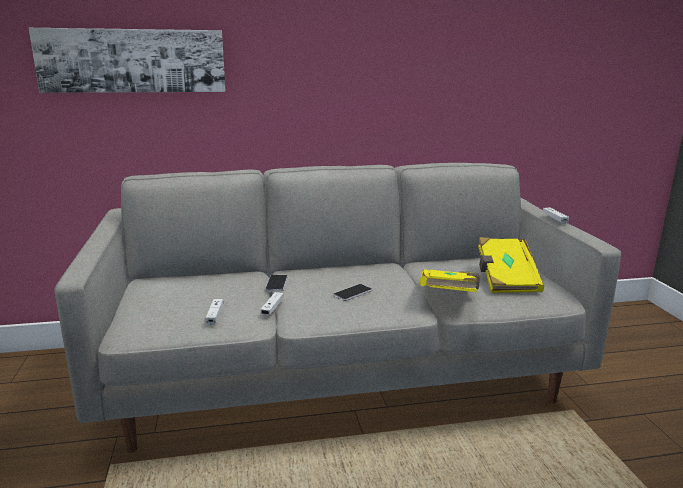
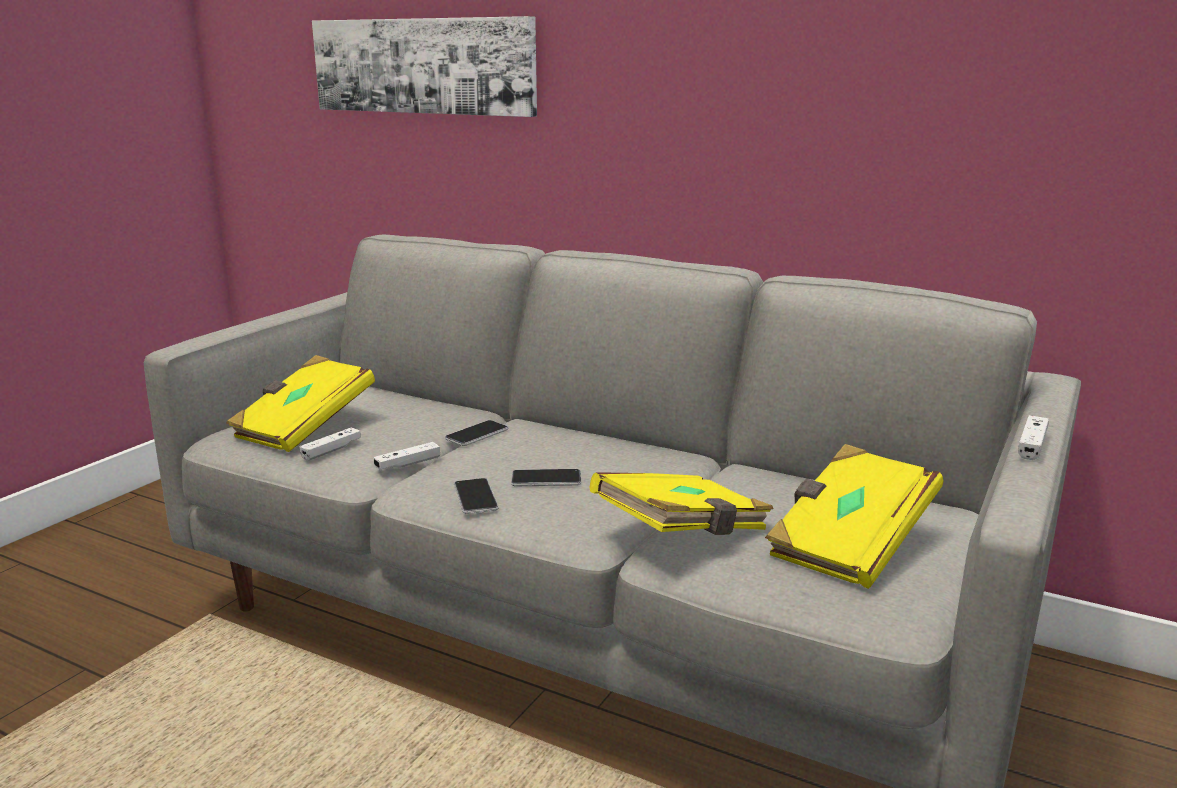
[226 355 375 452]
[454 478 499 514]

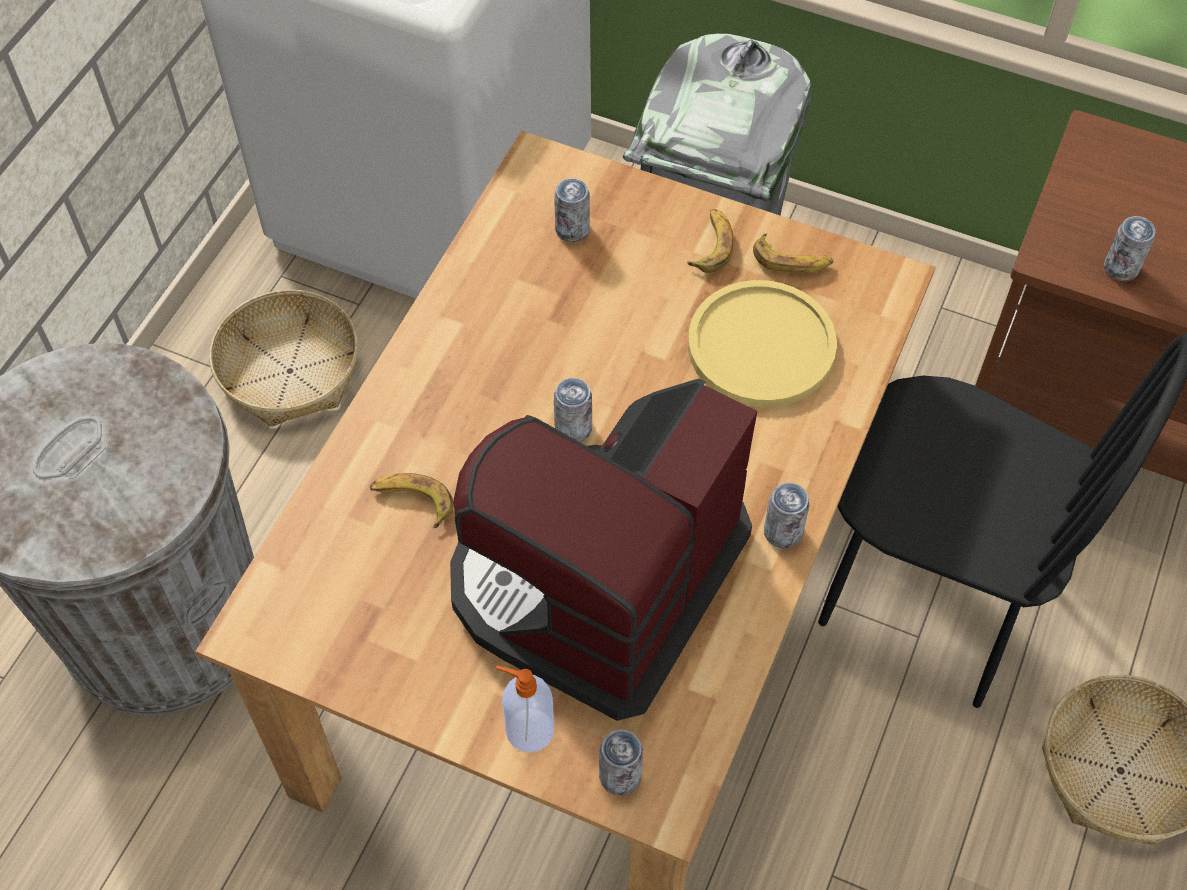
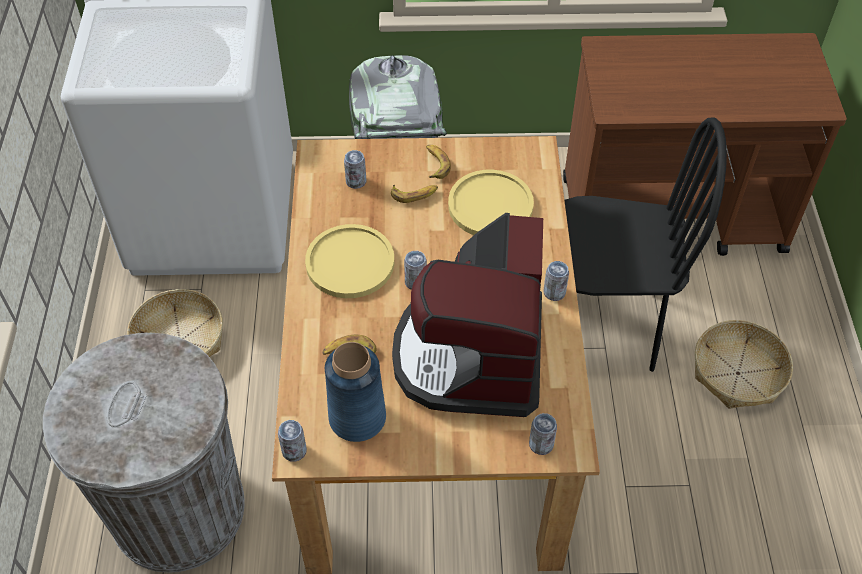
[496 666 554 752] (first image)
[305 224 394 298]
[325 342 386 442]
[391 184 438 203]
[278 420 307 462]

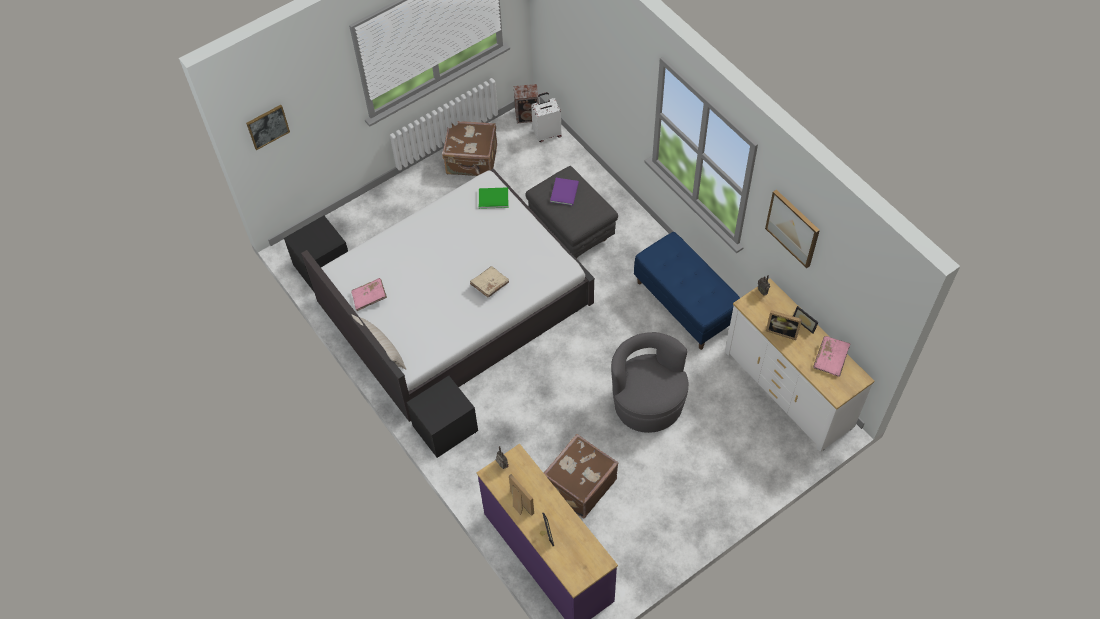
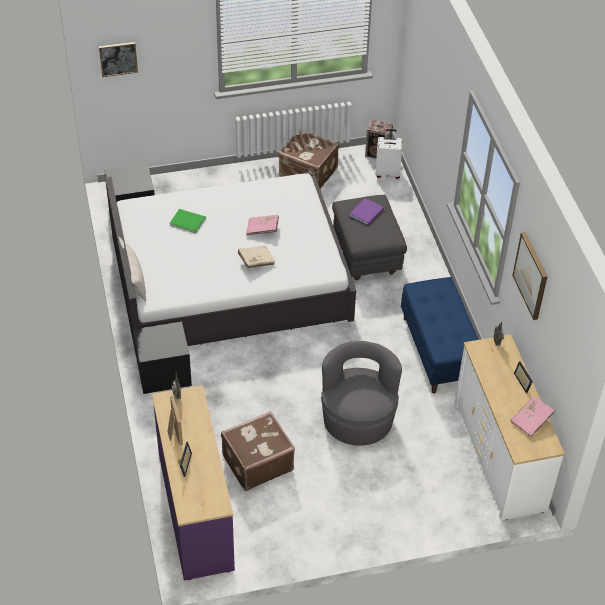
[766 310 802 340] (first image)
[246 215 279 236]
[169 209 206 233]

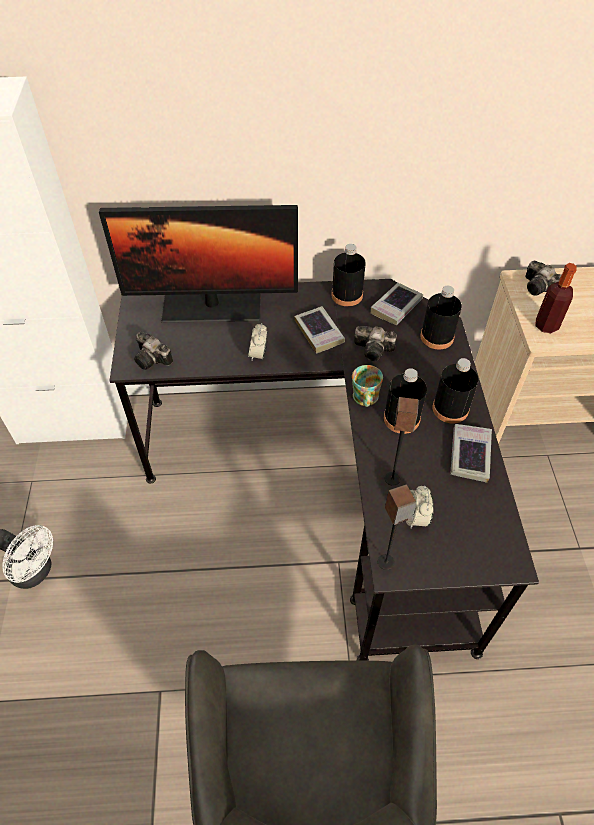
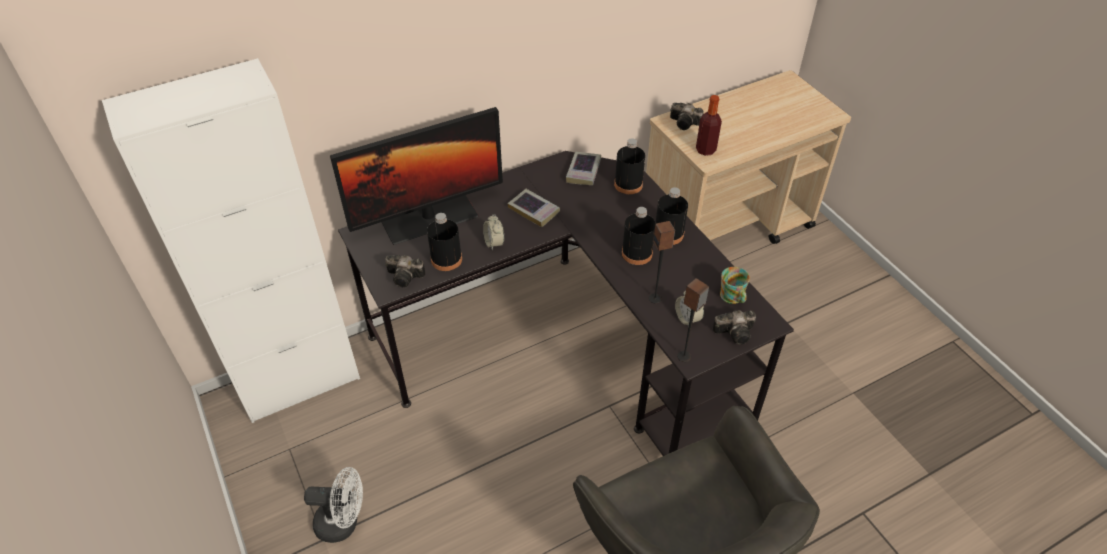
[450 424 492 483] (first image)
[427 213 462 271]
[720 267 750 304]
[713 310 756 345]

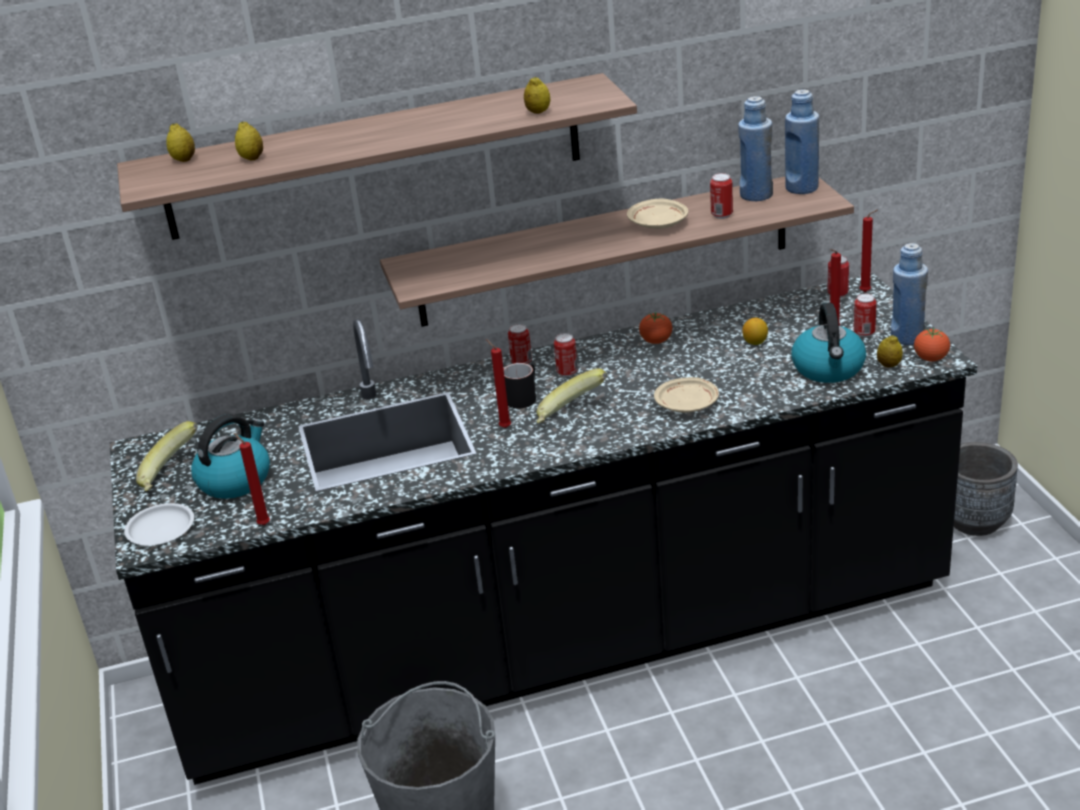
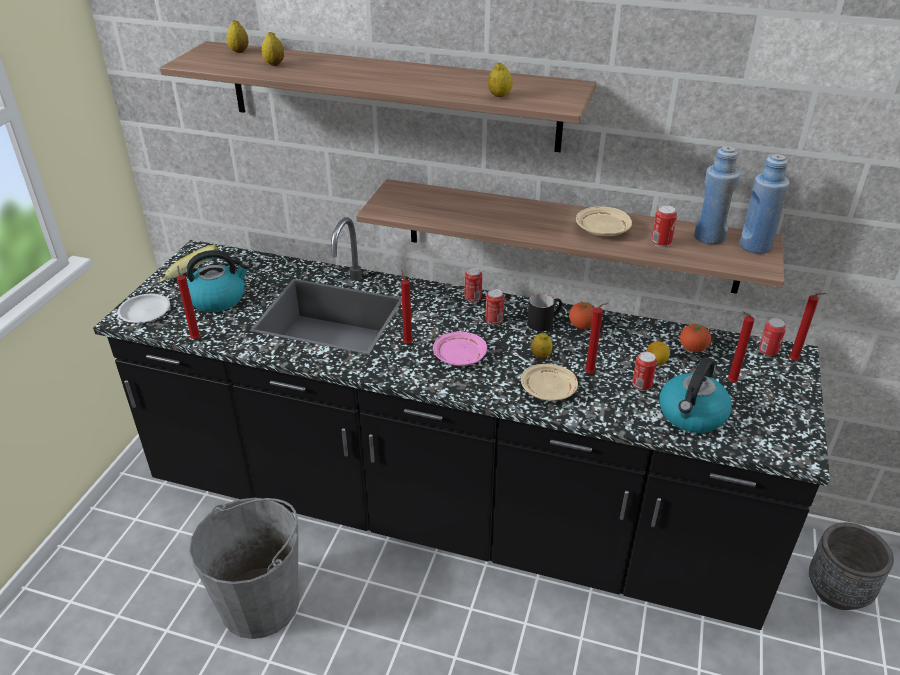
[891 243 928 345] (first image)
[585 303 608 374]
[527 293 562 331]
[632 351 657 391]
[531 333 553 359]
[680 323 711 352]
[433 331 487 366]

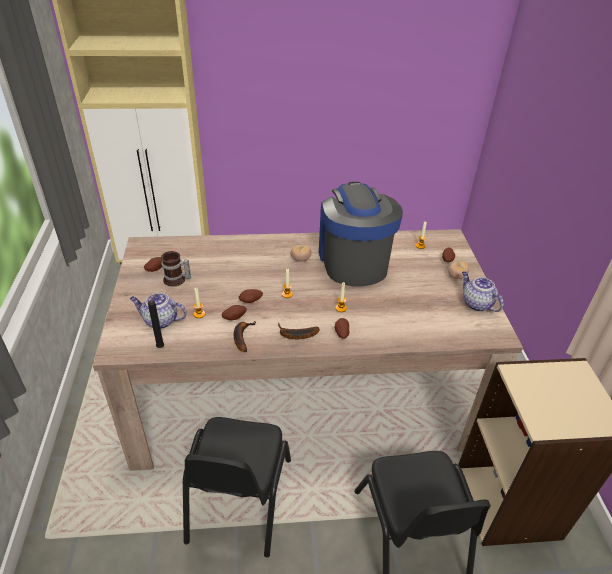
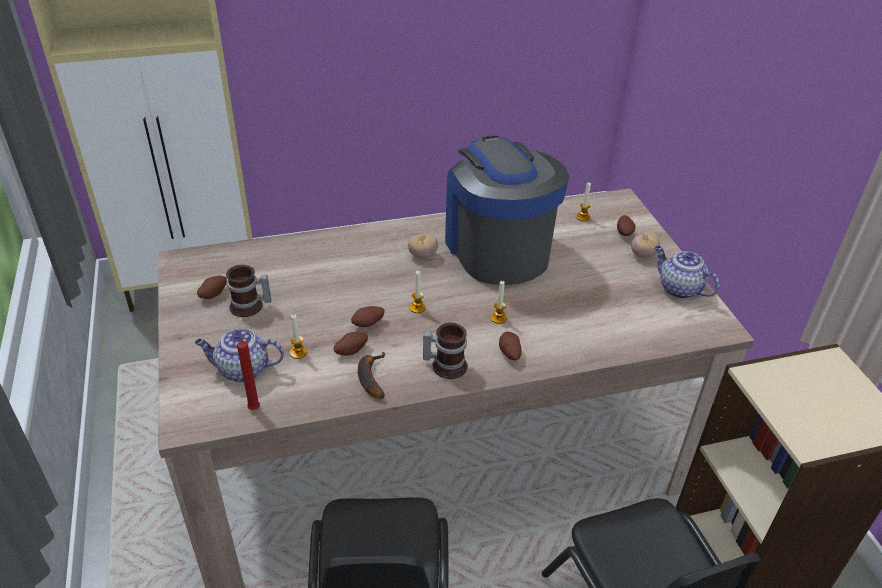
[423 323 468 379]
[237 330 260 410]

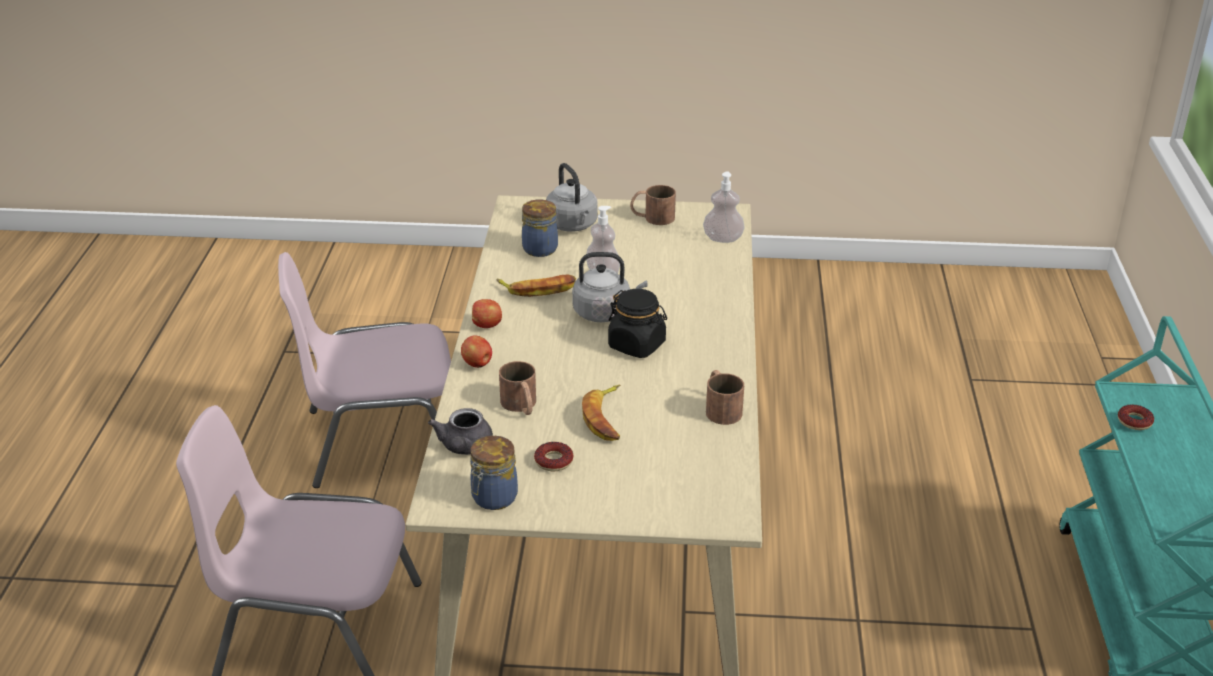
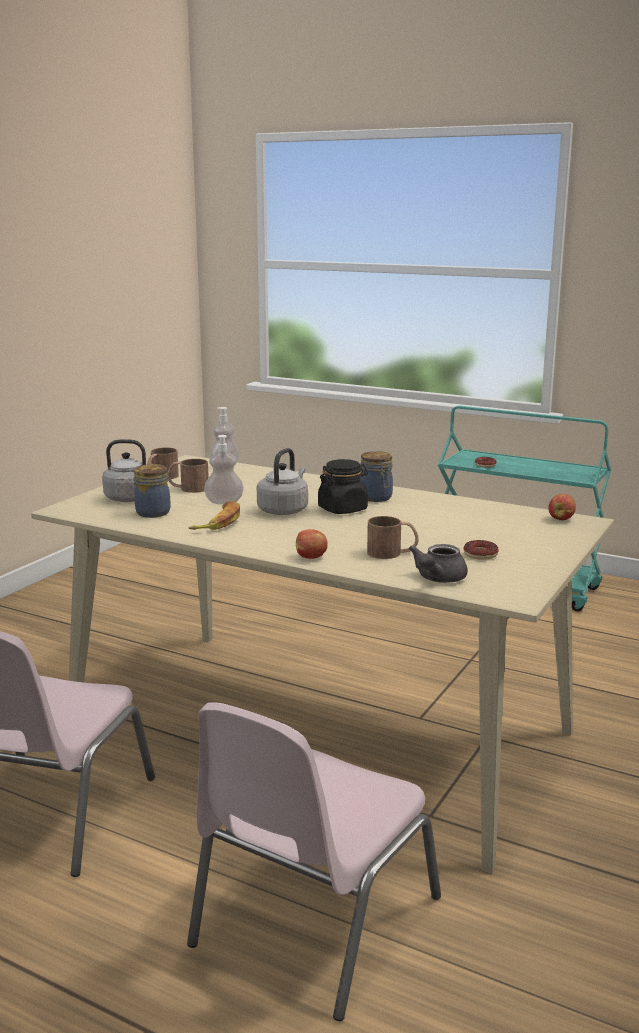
[582 385 620 441] (first image)
[360 451 393 502]
[548 494 576 521]
[167 459 209 493]
[409 544 468 583]

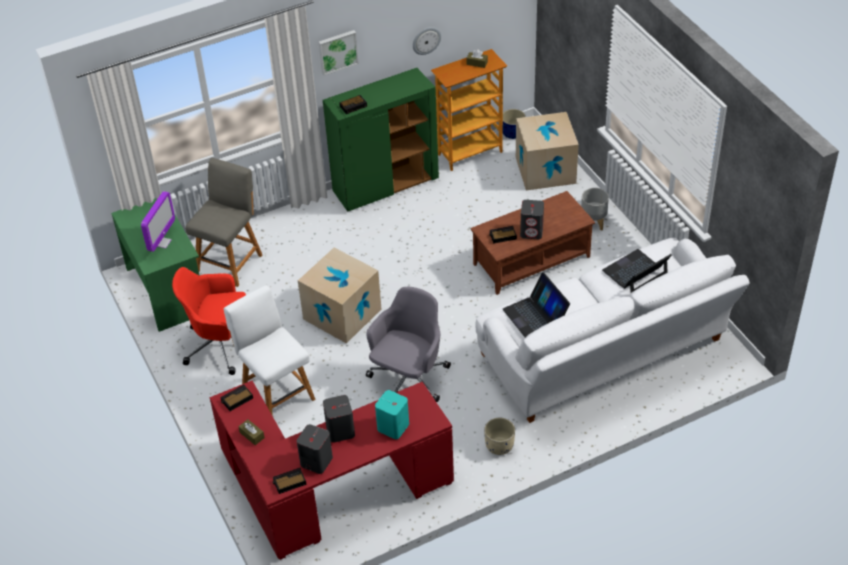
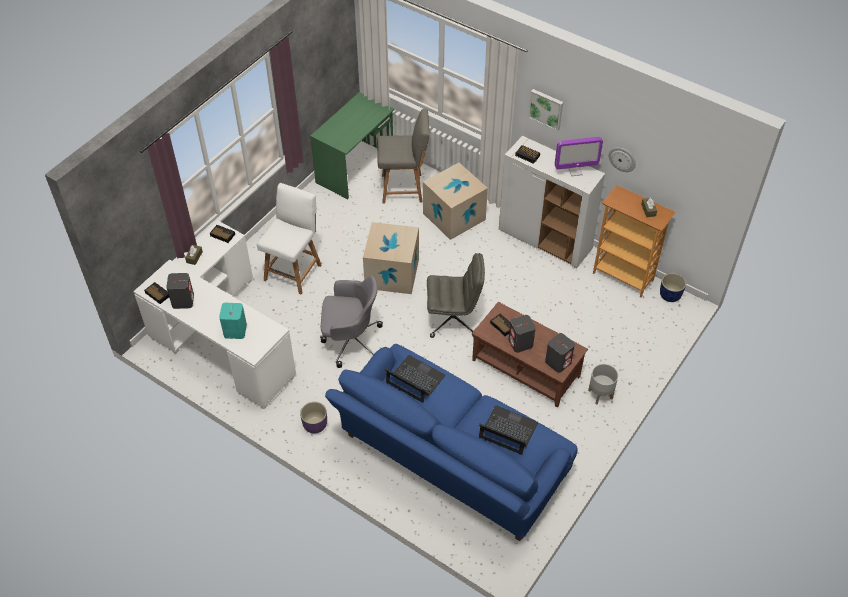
[172 267 246 375] (first image)
[427 253 485 338]
[555 137 603 176]
[545 333 575 373]
[423 163 488 240]
[133 221 296 409]
[499 136 605 268]
[325 344 578 541]
[300 402 327 434]
[384 355 446 403]

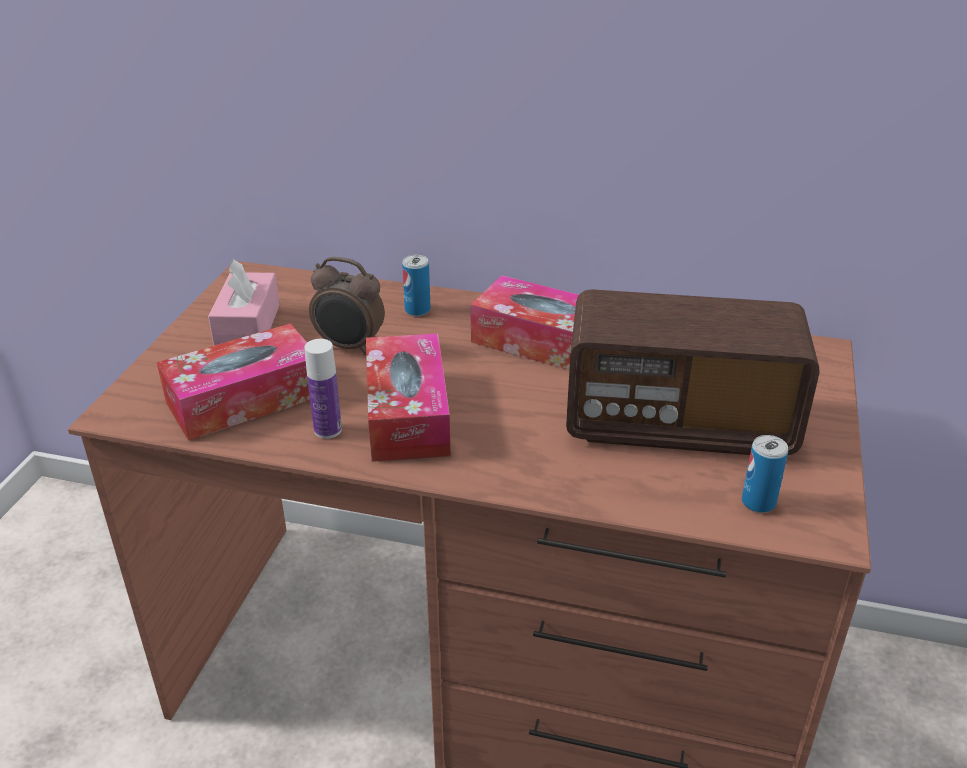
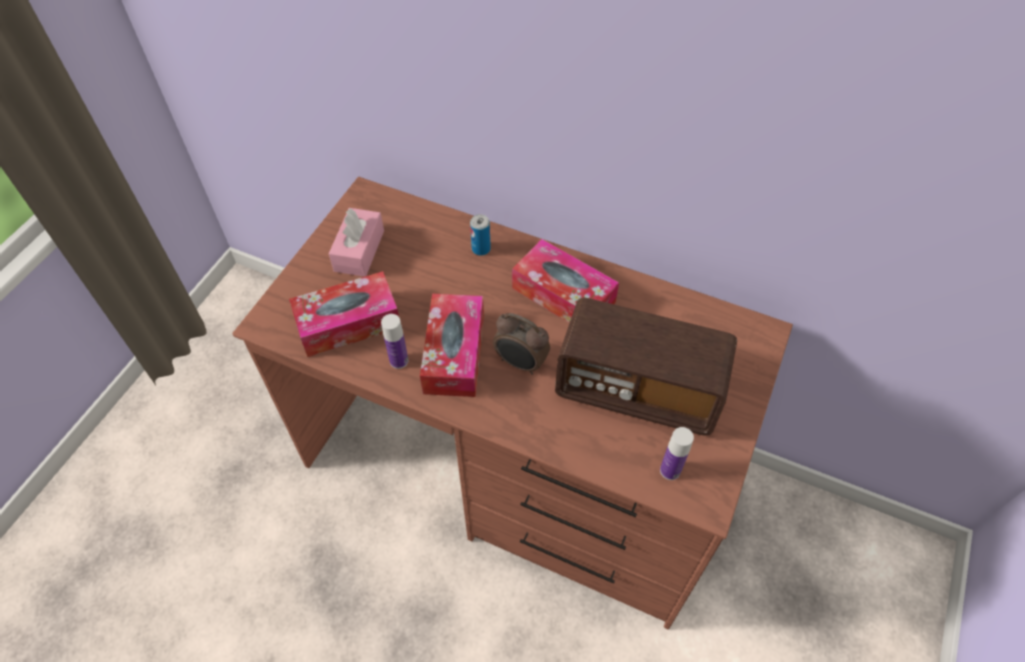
[493 313 550 375]
[660 427 694 480]

